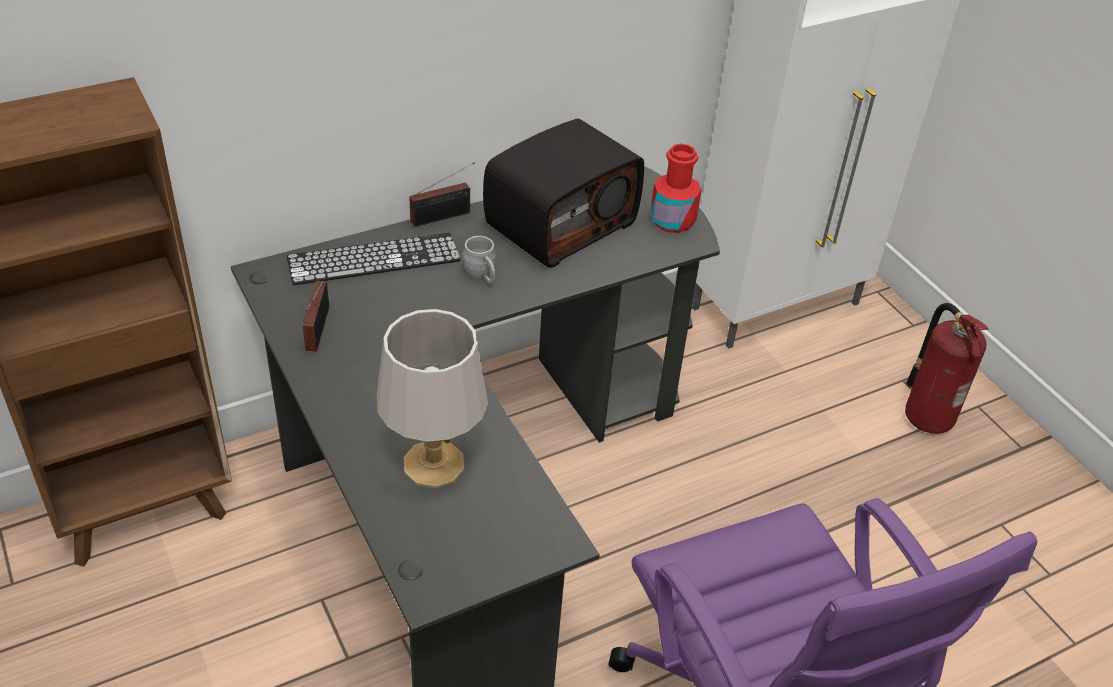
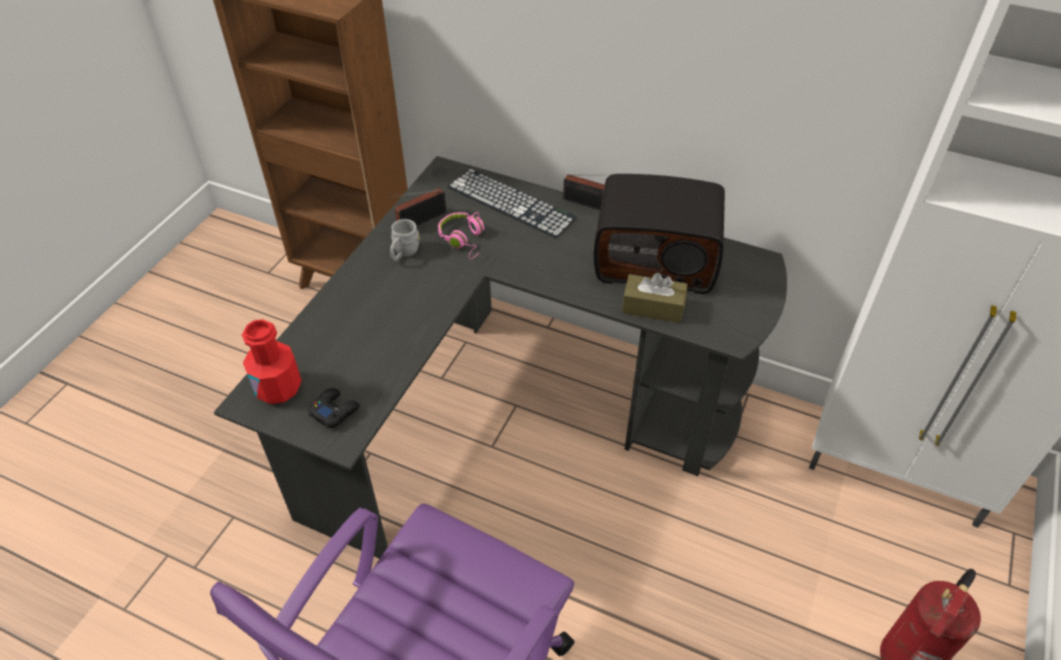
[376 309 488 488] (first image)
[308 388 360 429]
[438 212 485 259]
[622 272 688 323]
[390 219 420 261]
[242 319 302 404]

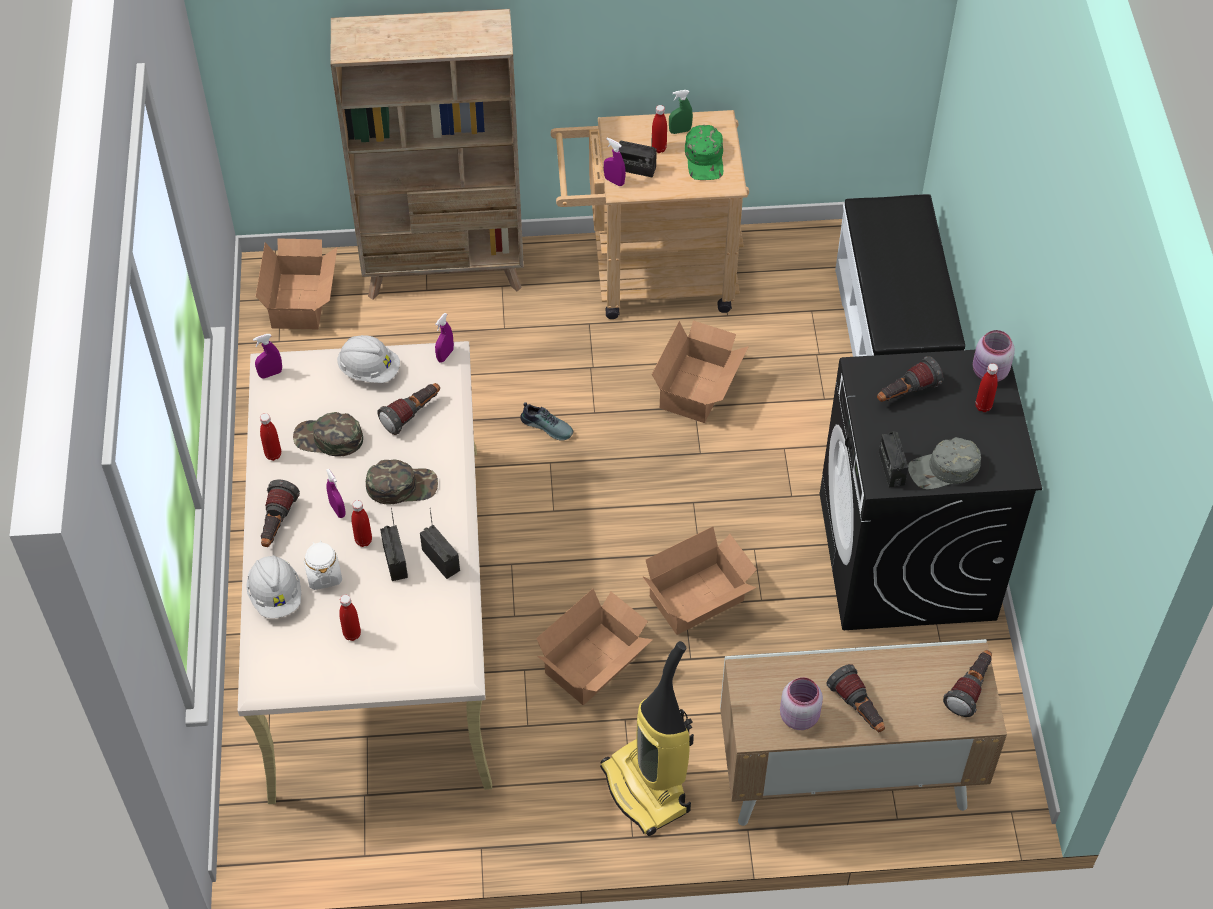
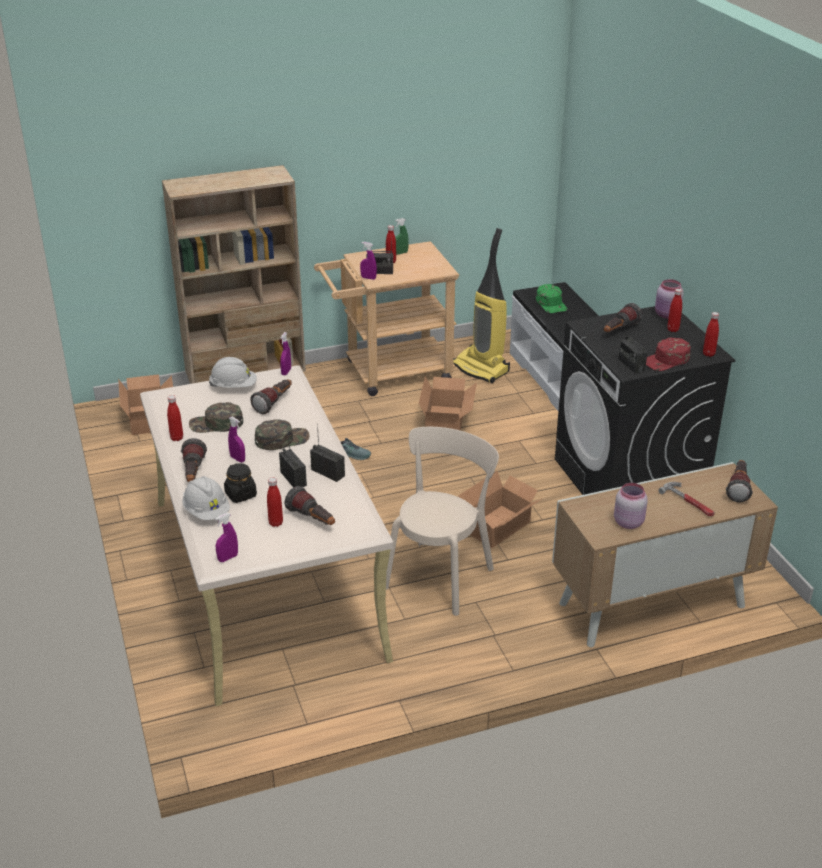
[658 482 715 516]
[215 513 238 562]
[703 312 719 357]
[453 228 510 383]
[536 284 567 313]
[285 486 335 525]
[386 427 499 616]
[224 463 257 503]
[646 338 690 371]

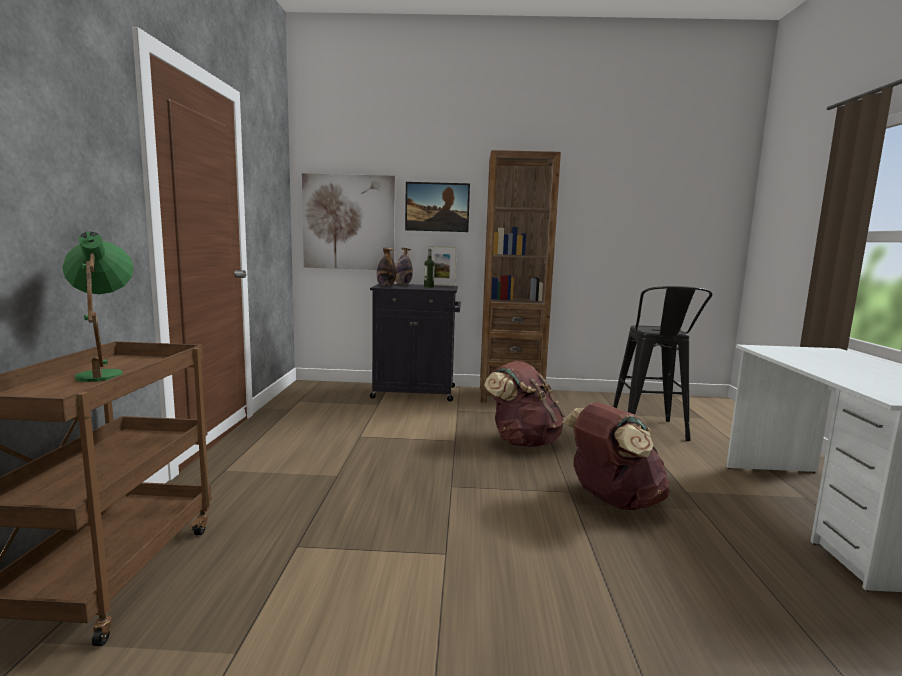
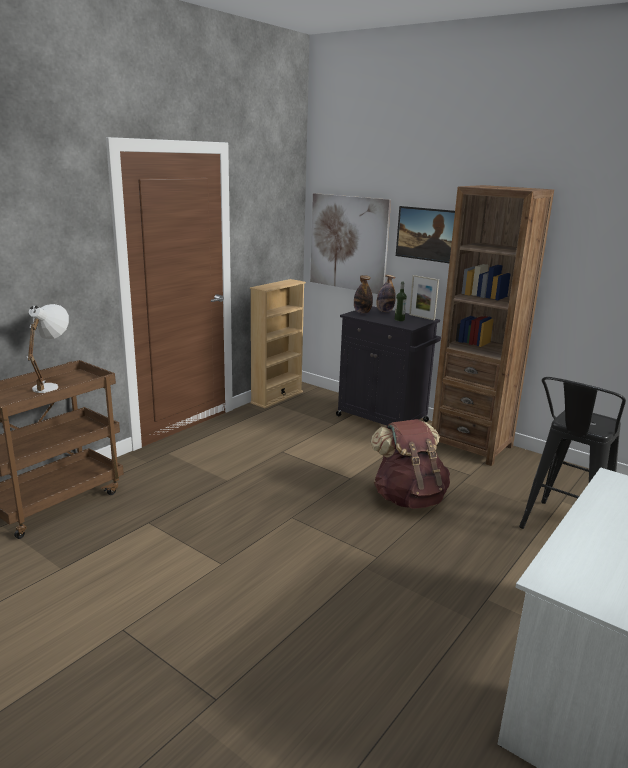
[562 402 670 510] (first image)
[250 279 306 408]
[27 304 69 393]

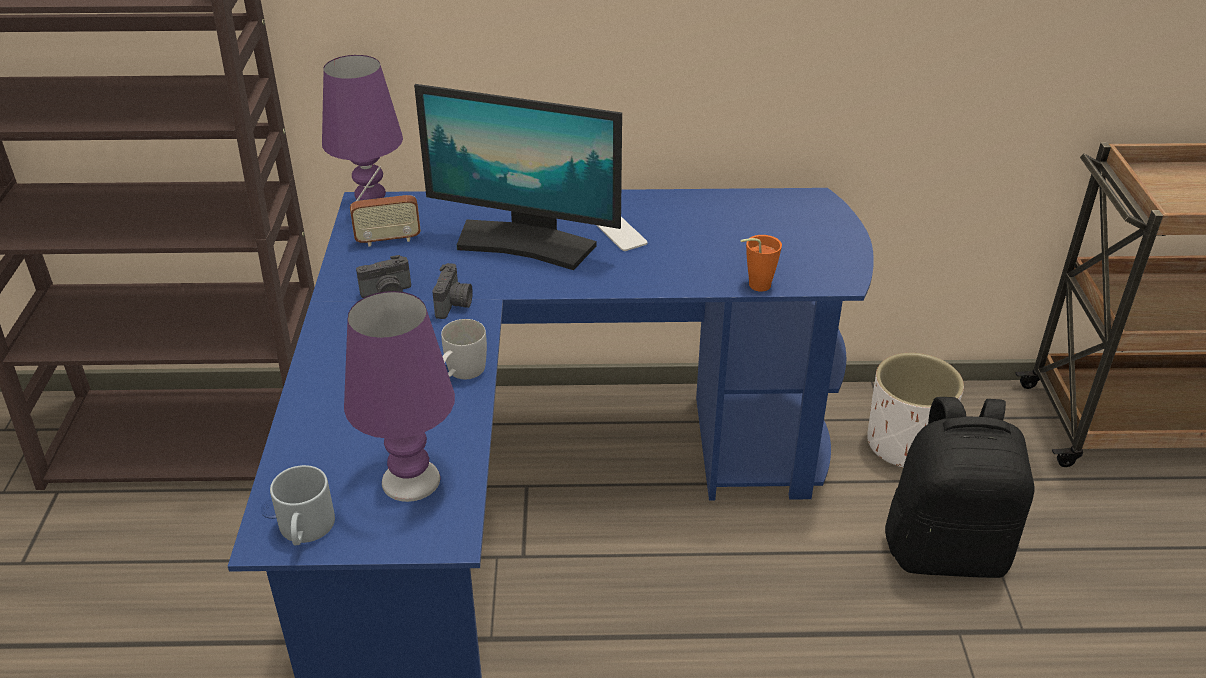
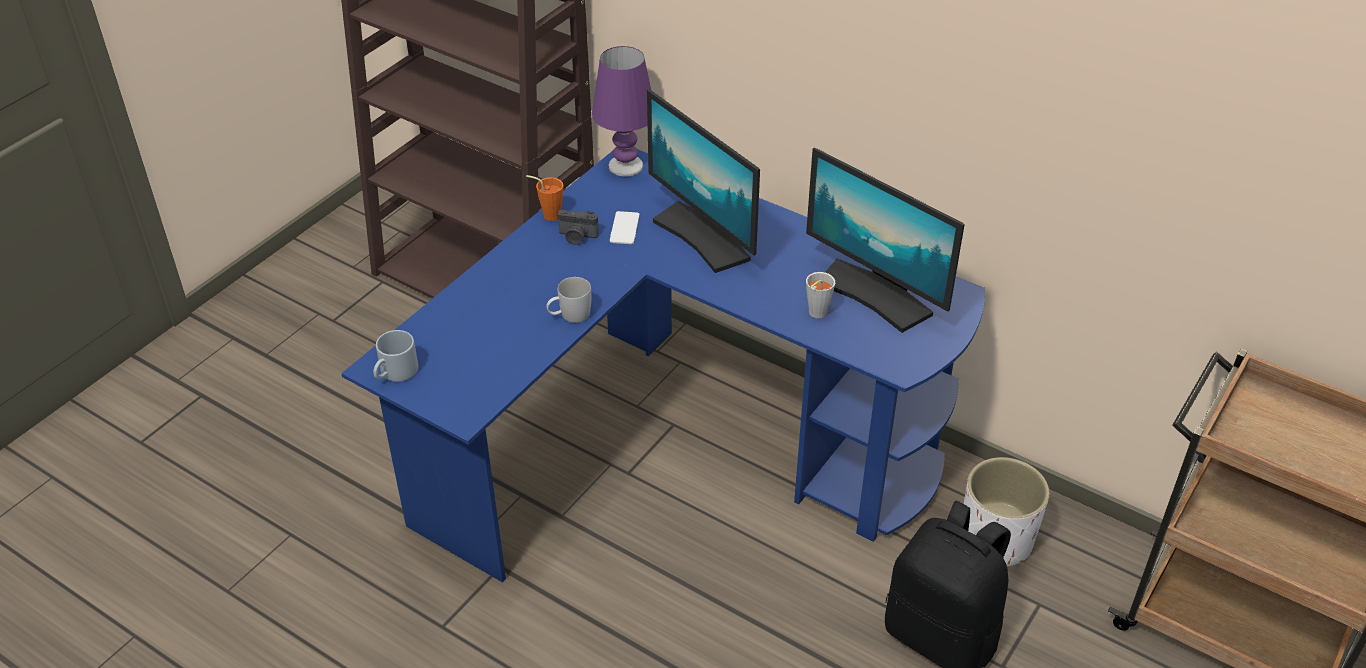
[344 291 455 502] (first image)
[350 166 421 246] (first image)
[432 263 473 319] (first image)
[806 147 965 333]
[806 272 835 318]
[610 211 639 244]
[526 175 563 221]

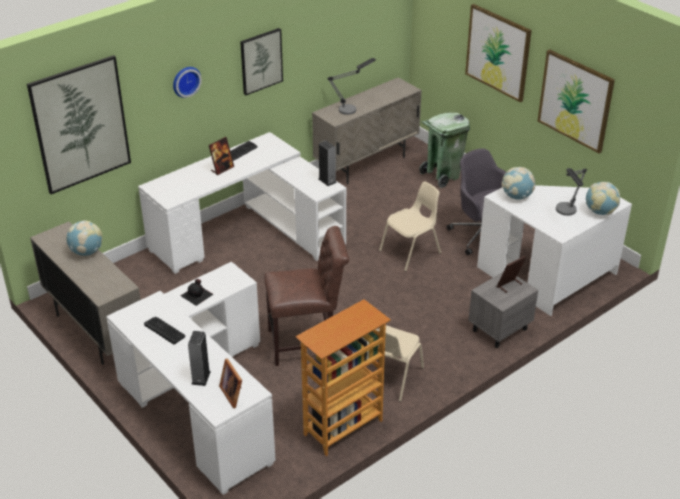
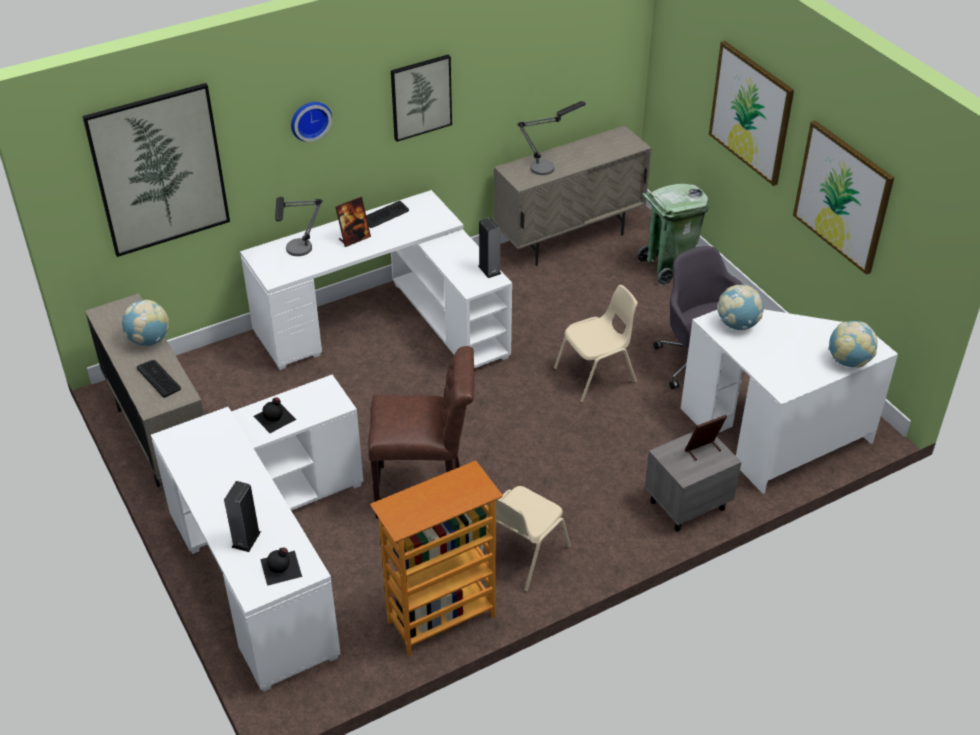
[137 360 181 398]
[275 197 323 256]
[260 547 302 586]

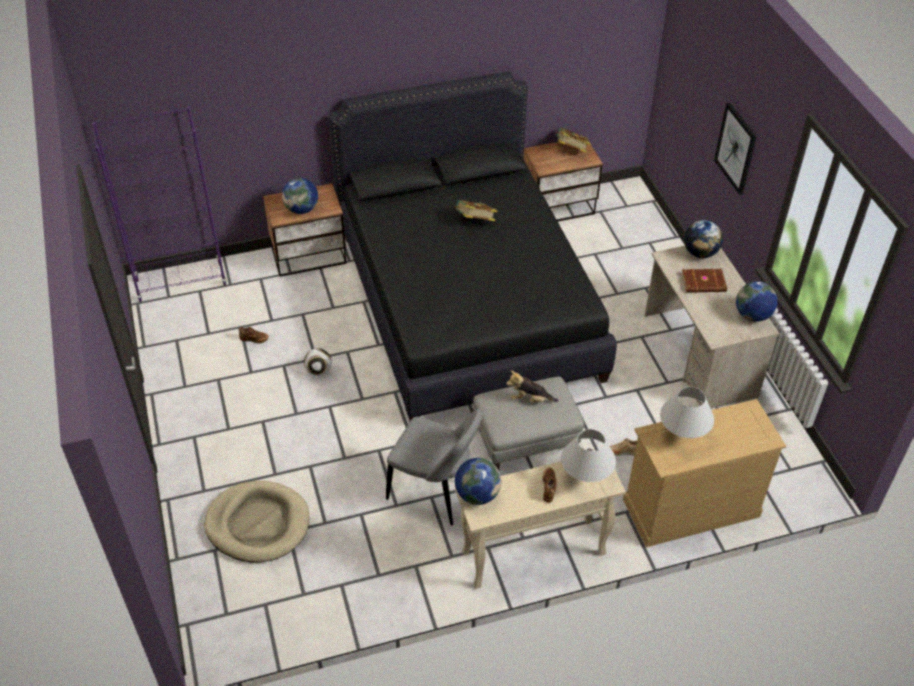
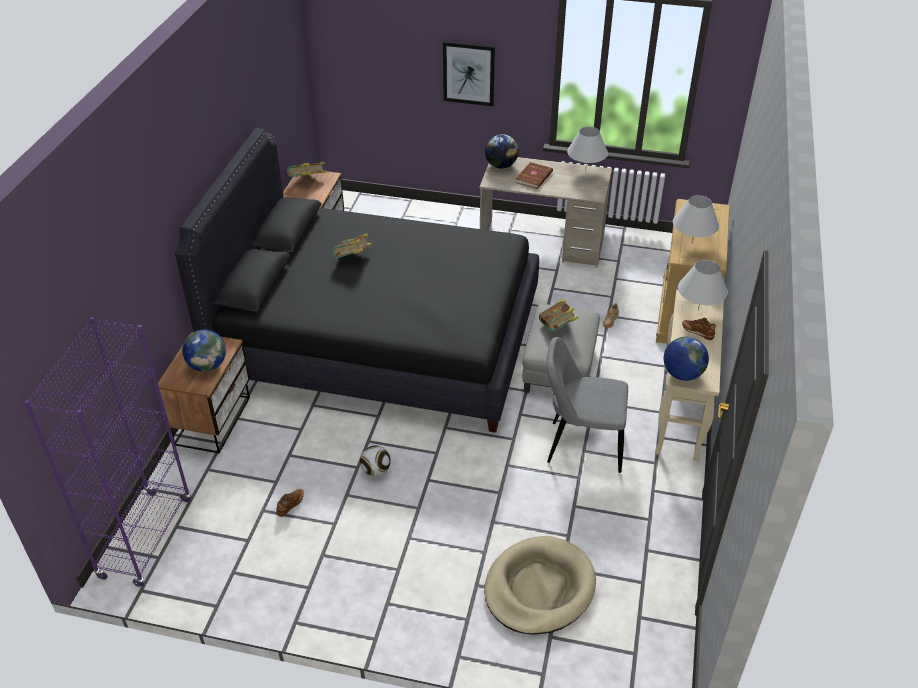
[539 299 578 332]
[567 126 608 172]
[547 337 628 473]

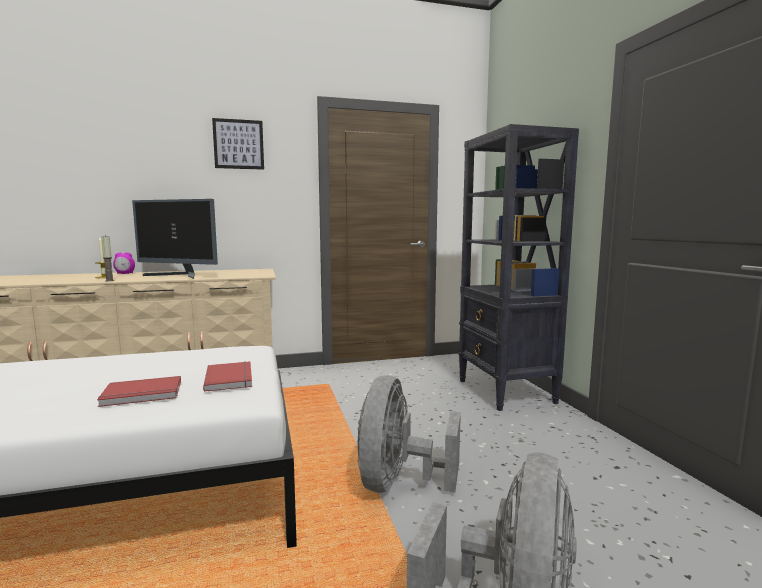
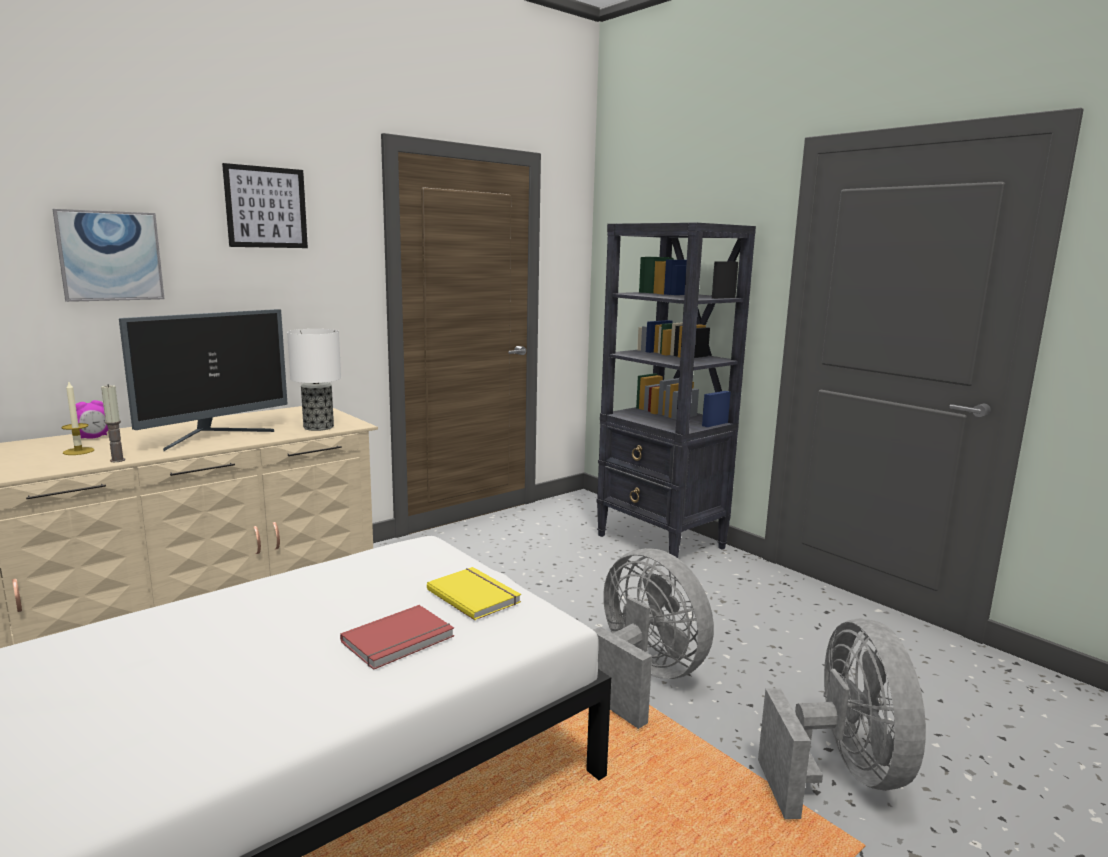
[53 209 164 302]
[287 329 341 431]
[427 567 521 620]
[119 309 288 451]
[593 548 714 729]

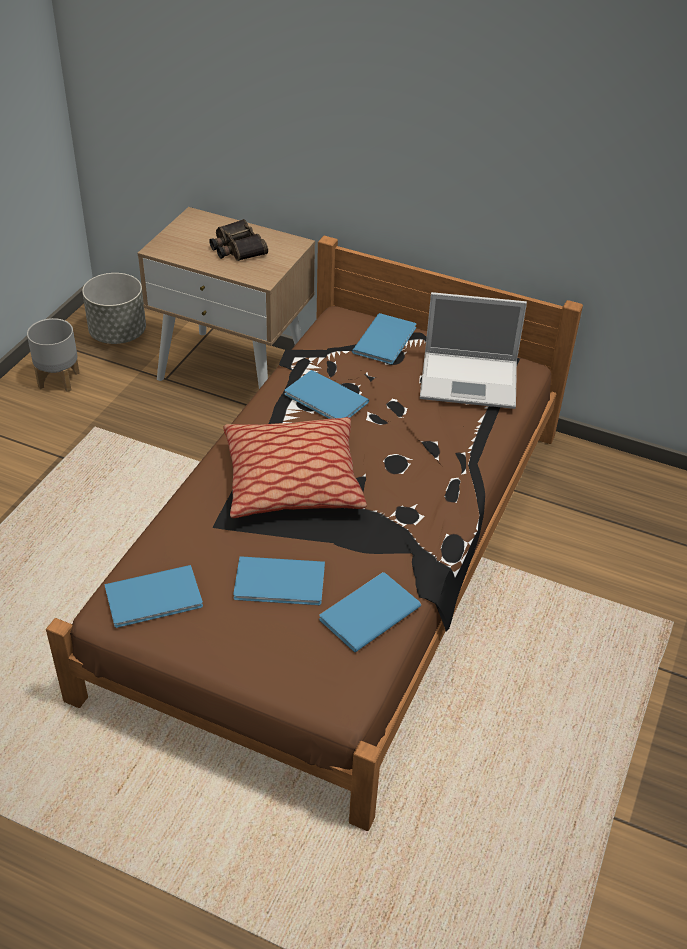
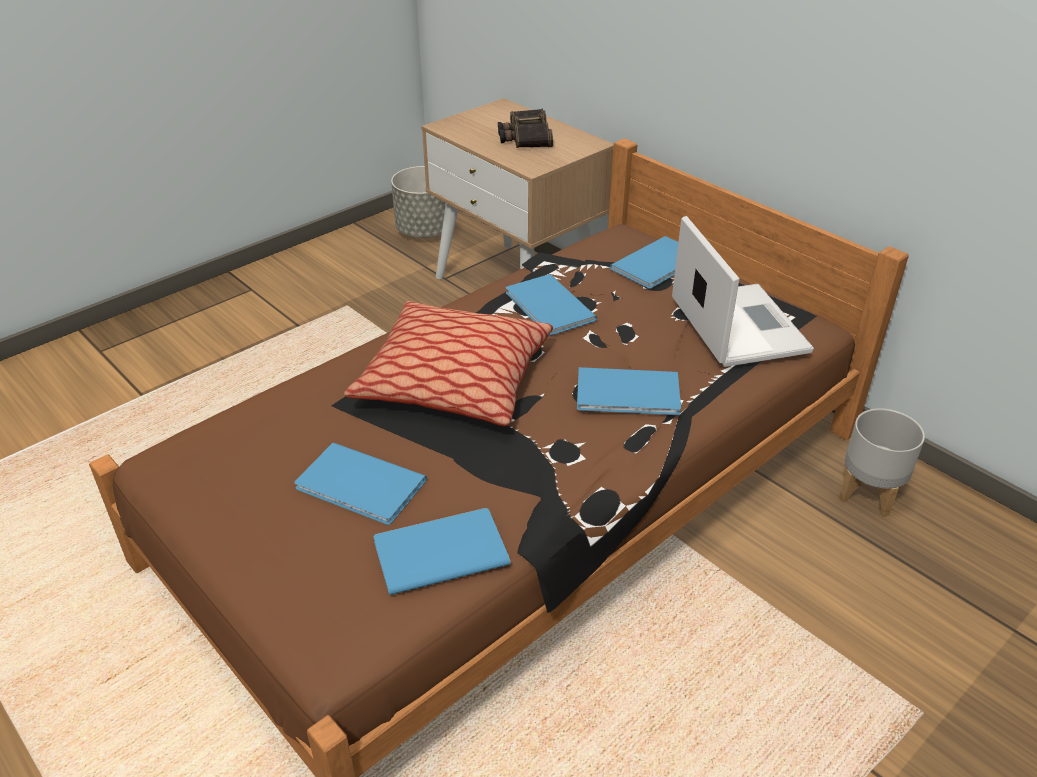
[839 408 925 517]
[577 367 681 415]
[672 216 814 367]

